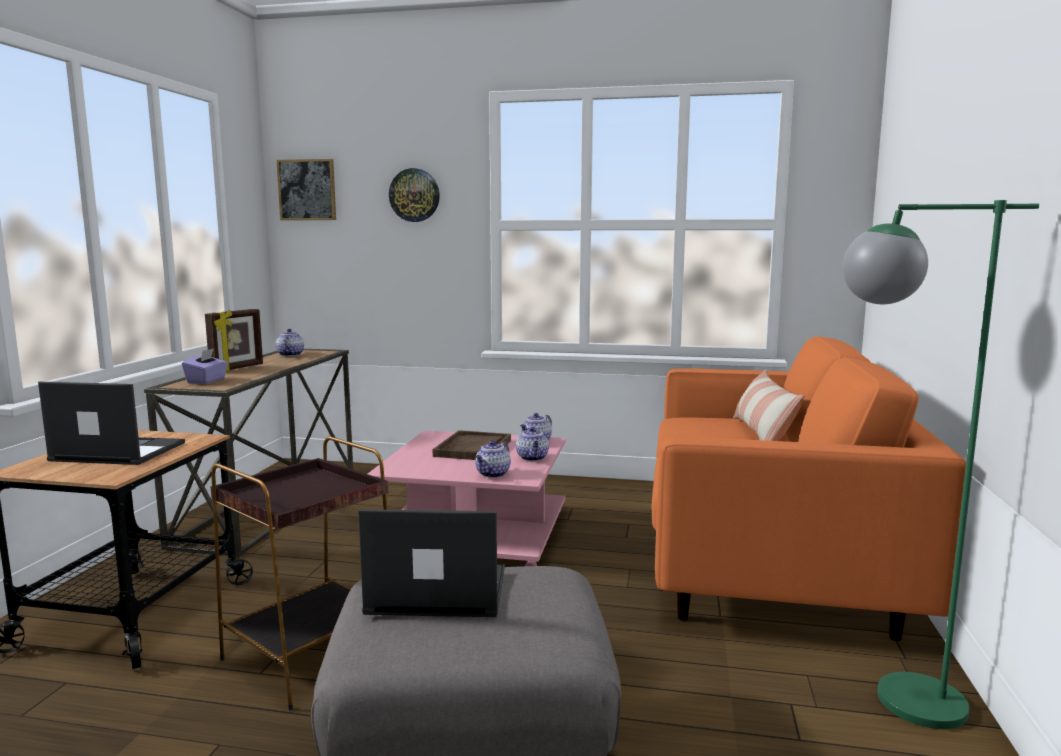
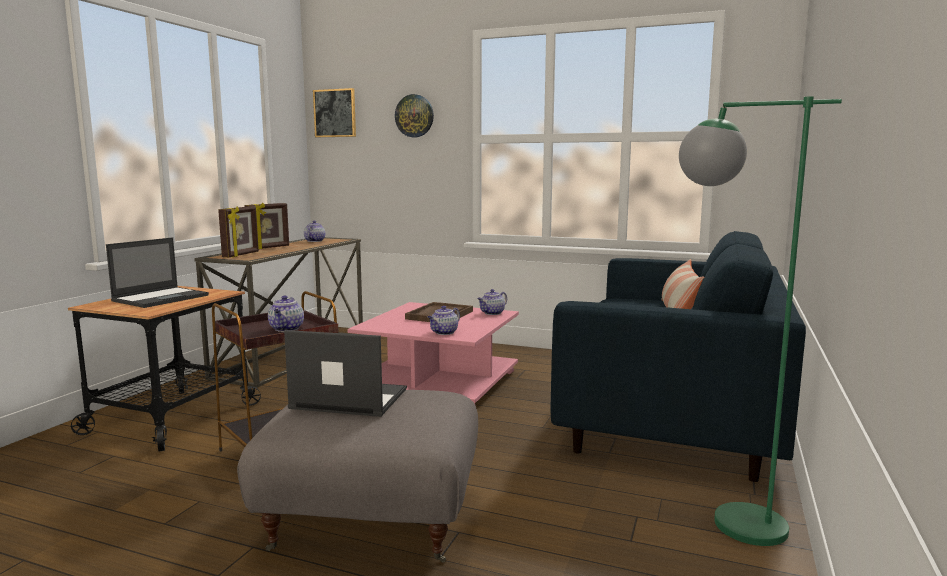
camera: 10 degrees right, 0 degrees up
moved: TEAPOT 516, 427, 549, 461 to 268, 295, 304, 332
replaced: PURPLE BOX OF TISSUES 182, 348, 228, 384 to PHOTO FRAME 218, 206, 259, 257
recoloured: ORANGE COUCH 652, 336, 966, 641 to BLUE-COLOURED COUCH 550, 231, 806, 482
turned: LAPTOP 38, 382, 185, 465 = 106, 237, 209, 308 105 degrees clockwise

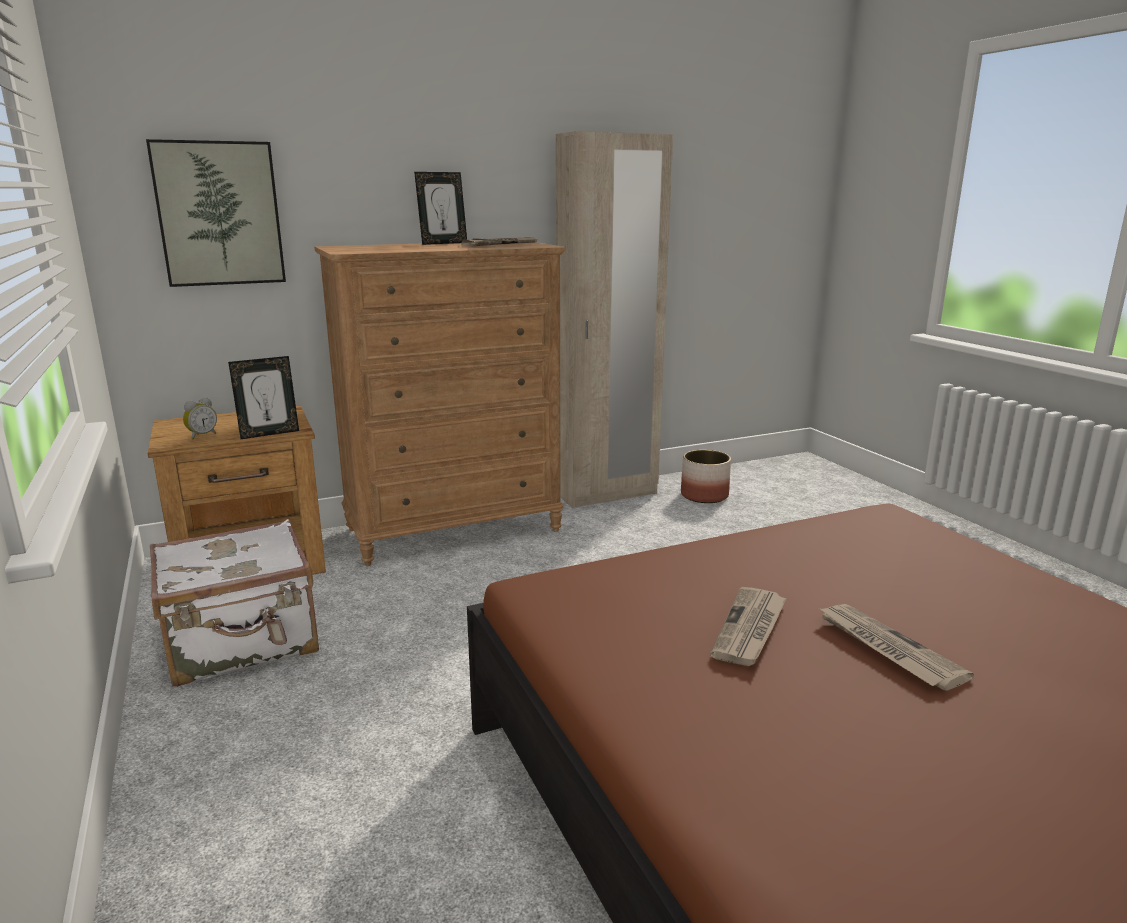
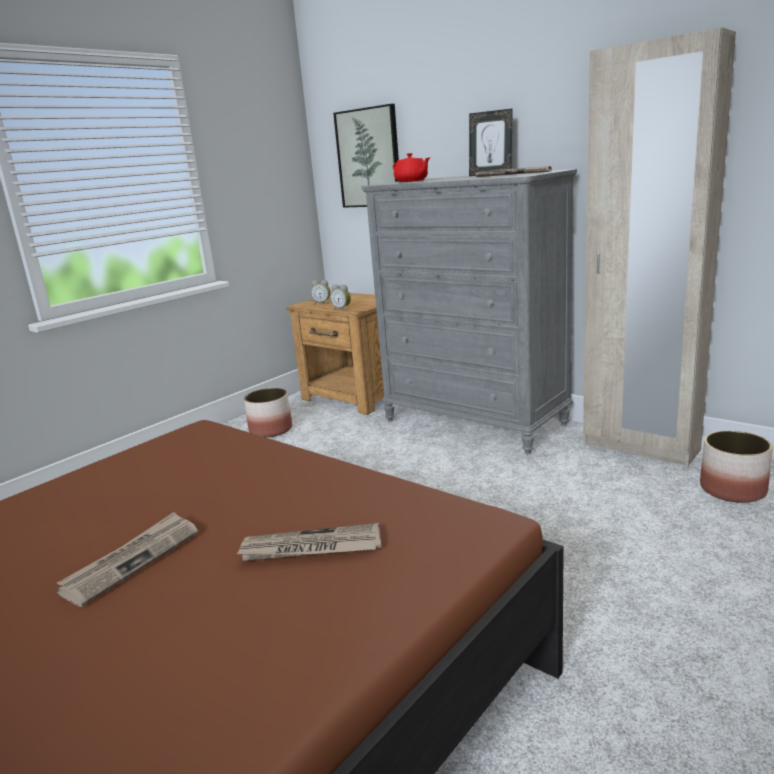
camera: 65 degrees right, 0 degrees up
added: REDDISH TEAPOT 393, 153, 431, 182
moved: PRINTED PAPER 710, 587, 787, 666 to 237, 523, 381, 561
replaced: PHOTO FRAME 228, 356, 299, 439 to TABLE CLOCK 330, 284, 351, 310; WHITE-COLOURED PIECE OF LUGGAGE 150, 519, 319, 687 to PLANT POT 244, 388, 292, 438
recoloured: BROWN-COLOURED CHEST OF DRAWERS 314, 242, 565, 566 to GRAY CHEST OF DRAWERS 361, 169, 577, 454

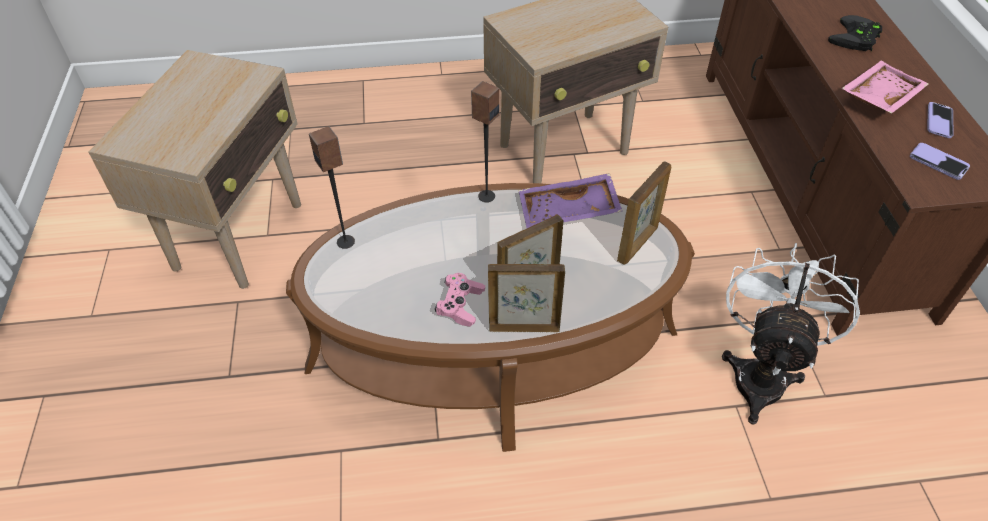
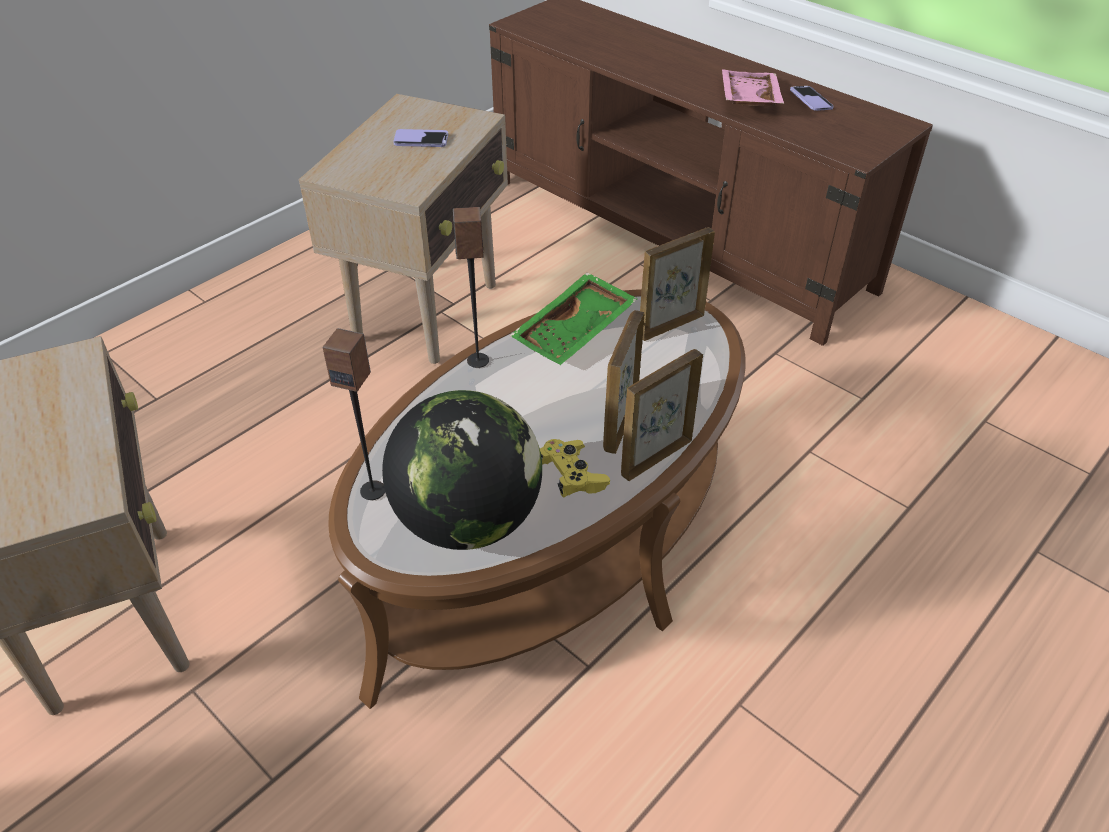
camera: 40 degrees left, 5 degrees down
removed: BLACK-COLOURED GAMEPAD 828, 15, 882, 51; WHITE-COLOURED FAN 722, 243, 860, 425
added: GLOBE 382, 390, 542, 550
moved: HANDSET 910, 143, 970, 180 to 393, 129, 448, 147
recoloured: PURPLE CARRYING TRAY 518, 173, 622, 228 to GREENISH CARRYING TRAY 510, 272, 638, 365; PINKISH GAMEPAD 435, 273, 485, 327 to YELLOWISH GAMEPAD 540, 439, 610, 498
turned: PHOTO FRAME 617, 161, 671, 265 = 640, 227, 715, 341 120 degrees counterclockwise

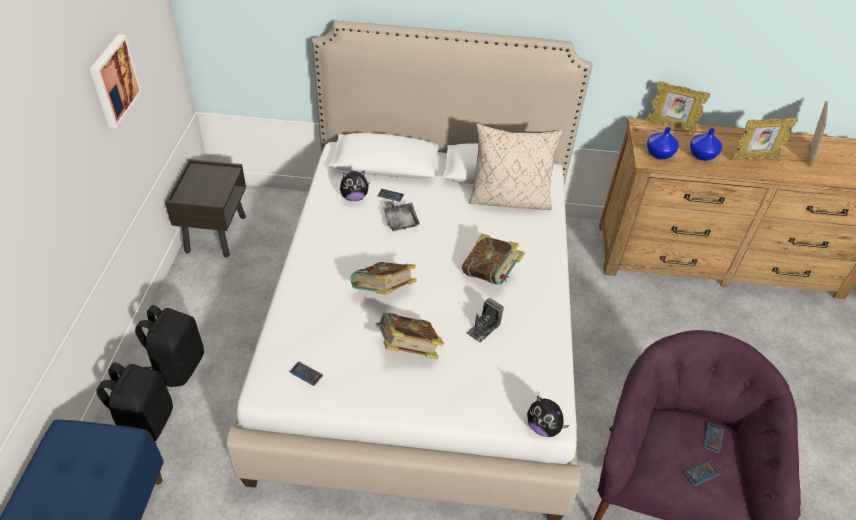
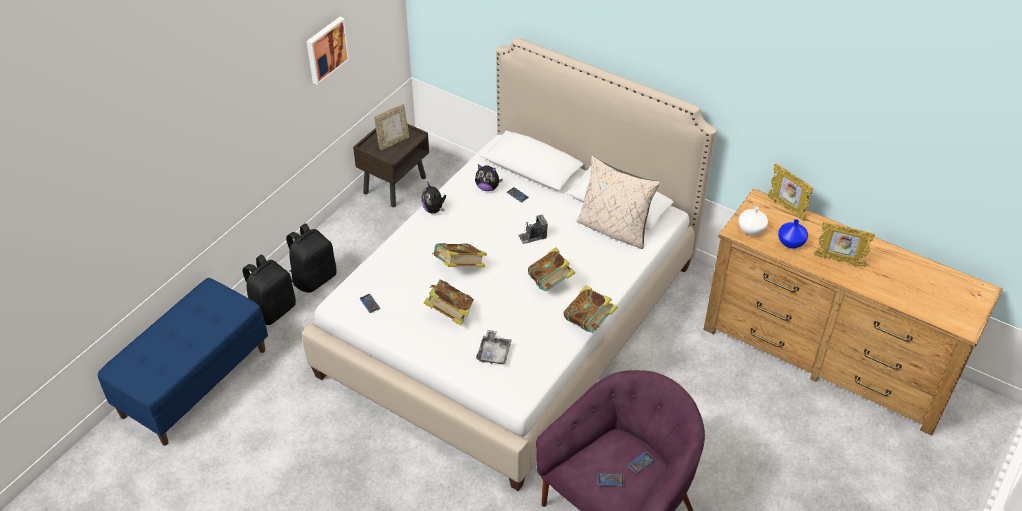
camera: 30 degrees right, 0 degrees up
added: BOOK 563, 285, 618, 333
moved: PHOTO FRAME 809, 101, 828, 167 to 374, 103, 409, 151; GRAY CARRYING TRAY 383, 200, 420, 231 to 476, 330, 511, 364; PHOTO CAMERA 466, 298, 504, 343 to 518, 215, 548, 244; SOFT TOY 527, 396, 570, 437 to 421, 181, 446, 214
recoloured: BLUE-COLOURED FLOWER VASE 647, 127, 679, 159 to WHITE-COLOURED FLOWER VASE 739, 206, 768, 235

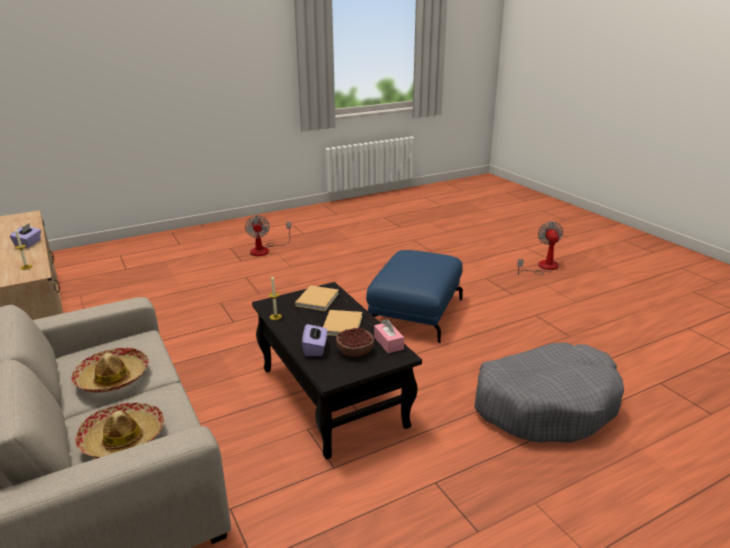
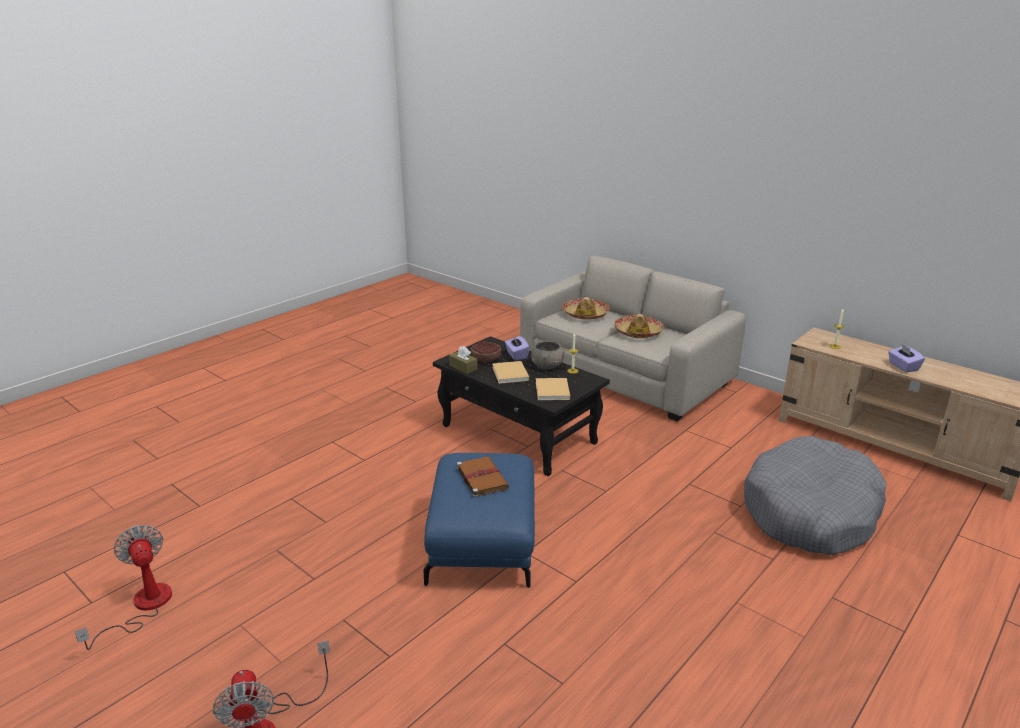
camera: 160 degrees right, 0 degrees up
added: GRAY SERVING BOWL 531, 341, 564, 369; BROWN-COLOURED BOOK 456, 456, 509, 497
moved: FAN 245, 215, 291, 256 to 74, 525, 172, 650; GRAY DOG CUSHION 474, 342, 624, 443 to 744, 436, 887, 555
recoloured: PINKISH BOX OF TISSUES 374, 319, 404, 353 to BROWN-COLOURED BOX OF TISSUES 449, 346, 478, 374

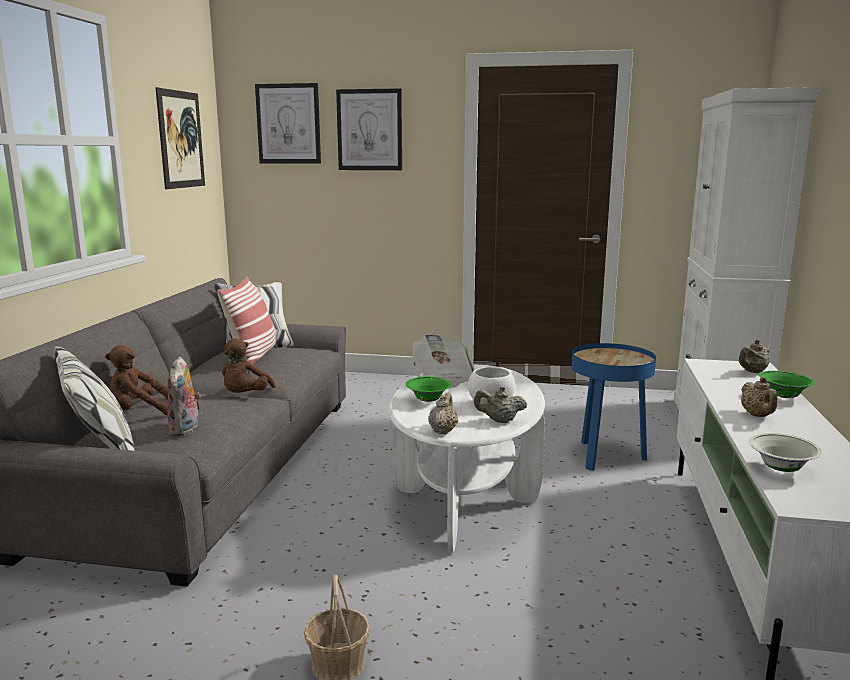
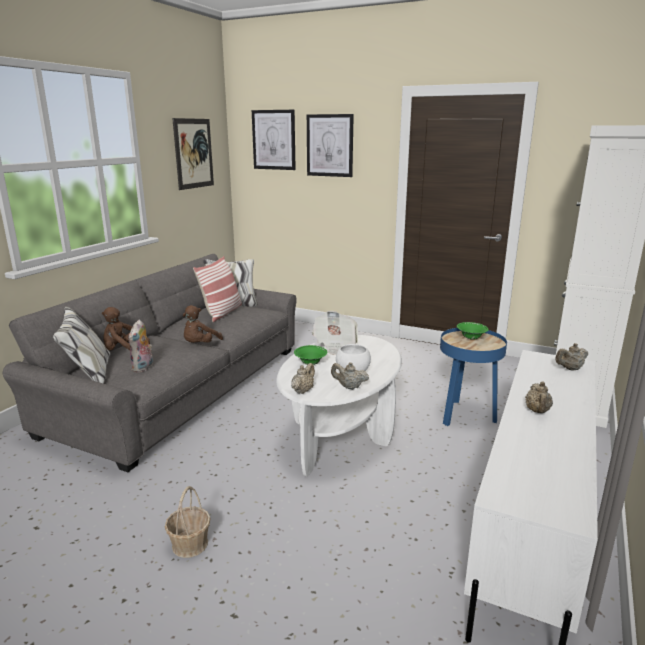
camera: 15 degrees right, 5 degrees up
removed: WHITE-COLOURED SERVING BOWL 749, 433, 822, 472
moved: GREENISH SERVING BOWL 759, 371, 815, 398 to 457, 322, 489, 339

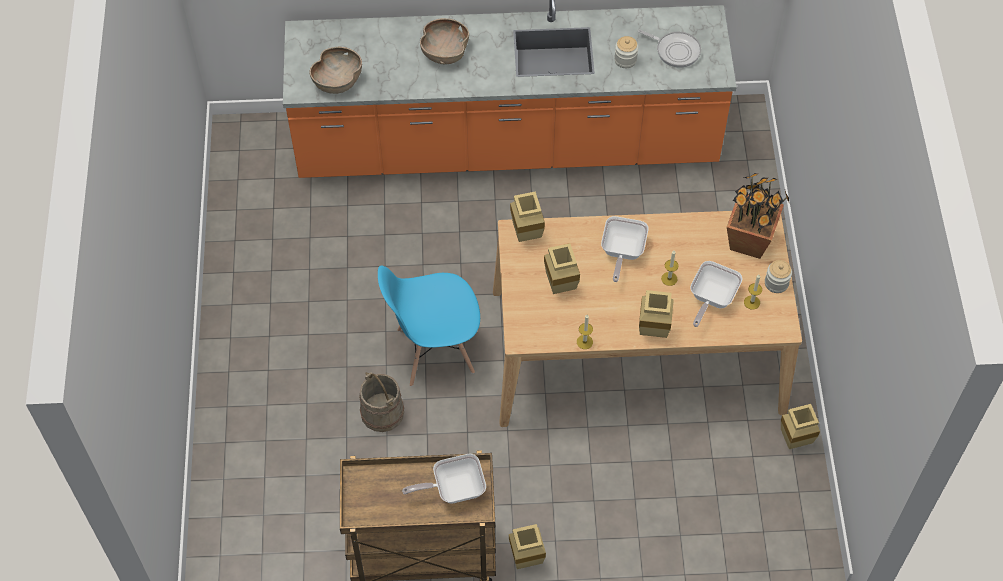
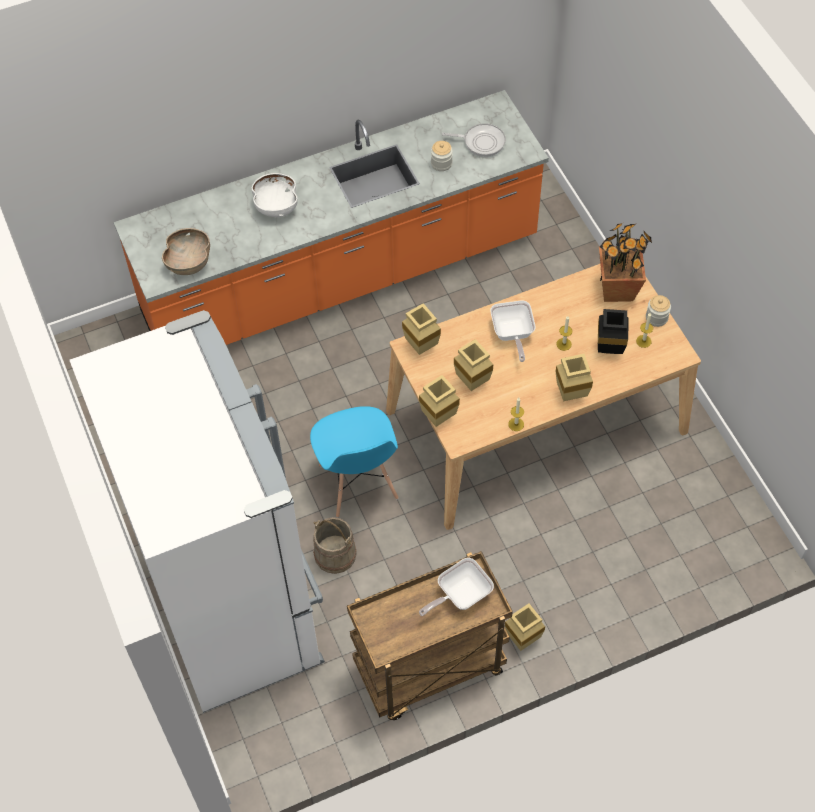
camera: 20 degrees left, 0 degrees up
added: WHITE-COLOURED KITCHEN FRIDGE 70, 310, 325, 713
moved: BEIGE FLOWER VASE 781, 404, 820, 449 to 419, 375, 460, 427
replaced: FRYING PAN 690, 261, 743, 327 to BLACK-COLOURED FLOWER VASE 598, 309, 629, 354
recoloured: BROWN-COLOURED SERVING BOWL 420, 18, 469, 65 to WHITE-COLOURED SERVING BOWL 252, 173, 298, 217
turned: BLUE-COLOURED PLAIN CHAIR 378, 265, 480, 386 = 310, 406, 399, 518 75 degrees counterclockwise

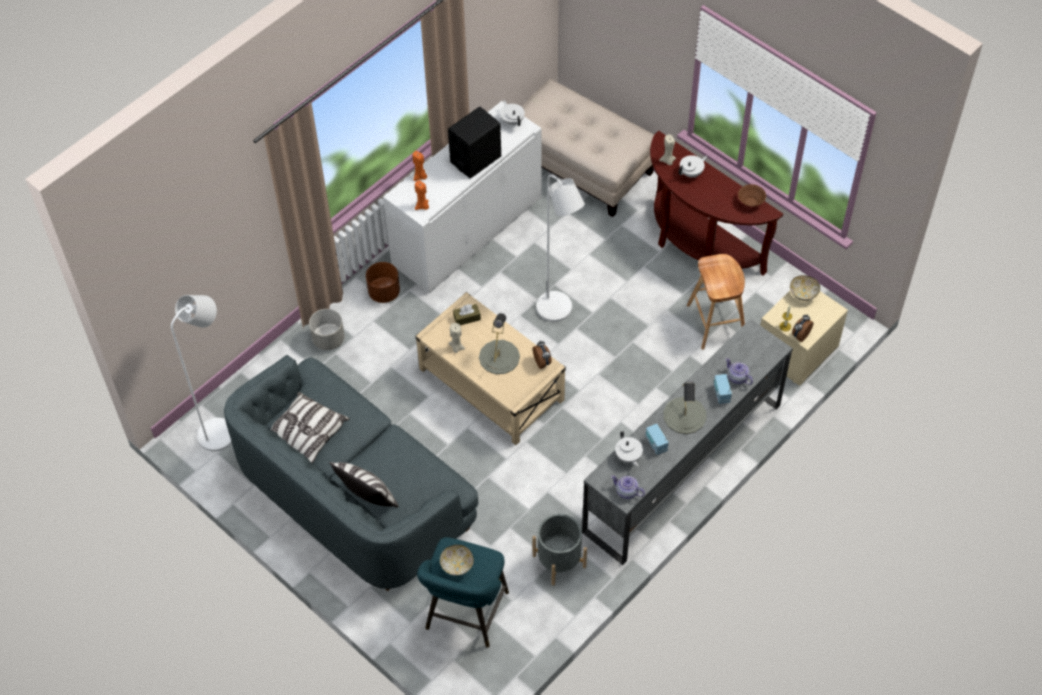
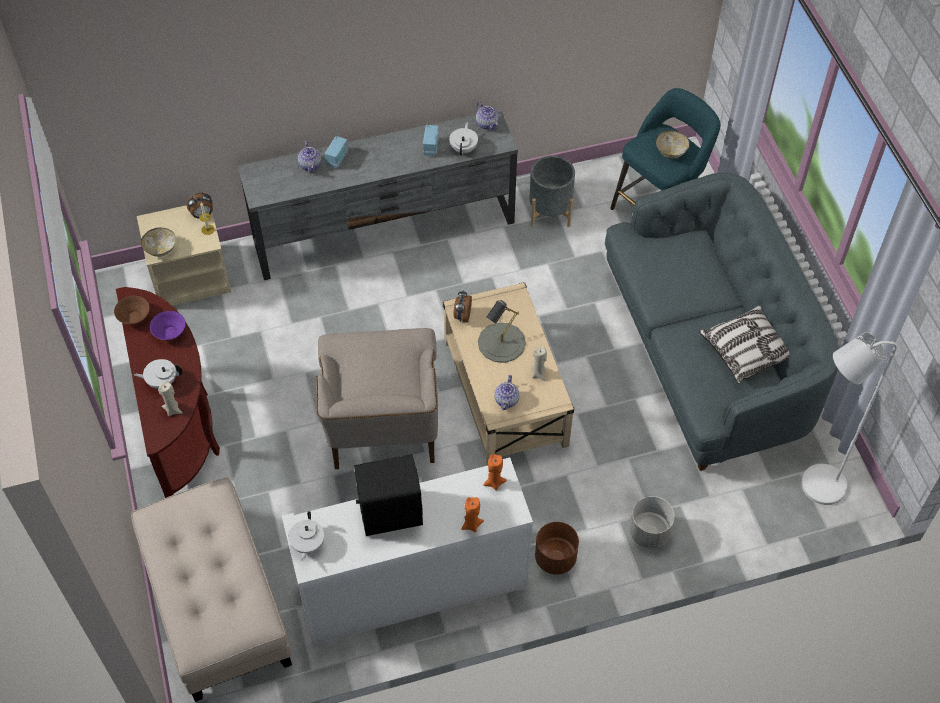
camera: 150 degrees left, 0 degrees up
removed: BROWN-COLOURED SITTING STOOL 687, 254, 745, 350; GRAY TABLETOP LAMP 663, 381, 707, 434; THROW PILLOW 329, 462, 399, 508
added: PURPLE SERVING BOWL 150, 311, 186, 340
replaced: WHITE-COLOURED STANDARD LAMP 536, 175, 585, 322 to BEIGE ARMCHAIR 316, 328, 438, 469; BROWN-COLOURED BOX OF TISSUES 453, 304, 481, 325 to TEAPOT 494, 375, 520, 410

